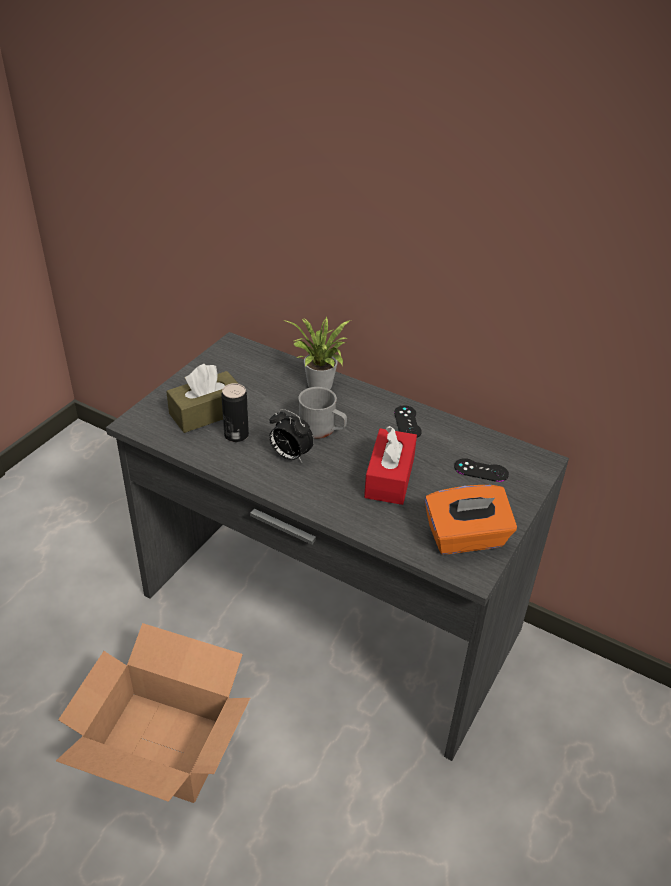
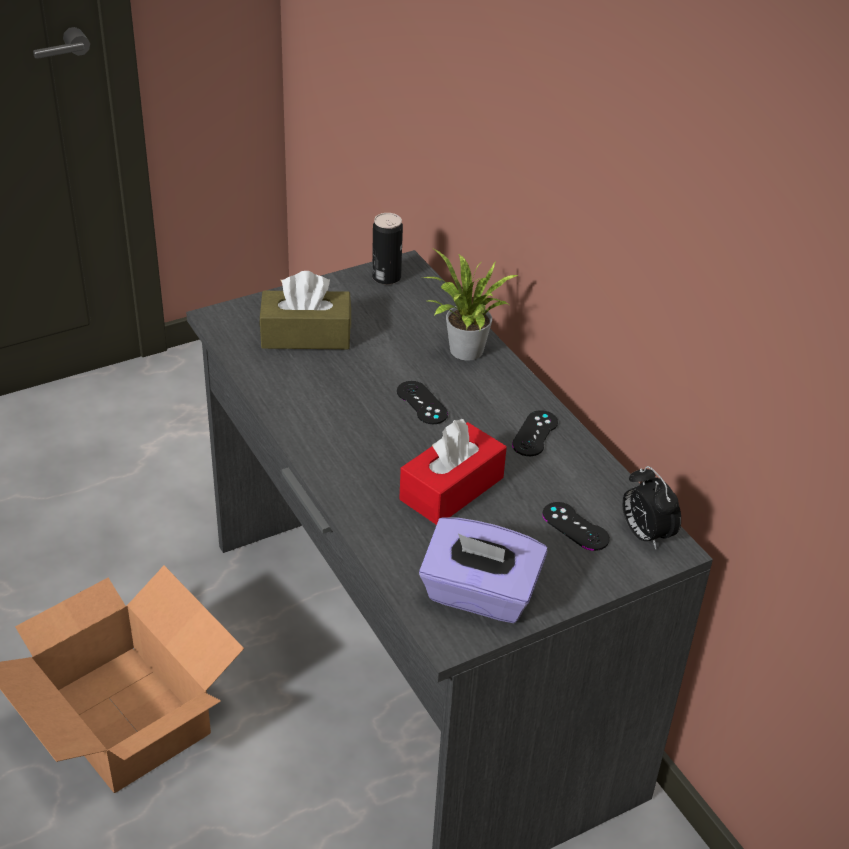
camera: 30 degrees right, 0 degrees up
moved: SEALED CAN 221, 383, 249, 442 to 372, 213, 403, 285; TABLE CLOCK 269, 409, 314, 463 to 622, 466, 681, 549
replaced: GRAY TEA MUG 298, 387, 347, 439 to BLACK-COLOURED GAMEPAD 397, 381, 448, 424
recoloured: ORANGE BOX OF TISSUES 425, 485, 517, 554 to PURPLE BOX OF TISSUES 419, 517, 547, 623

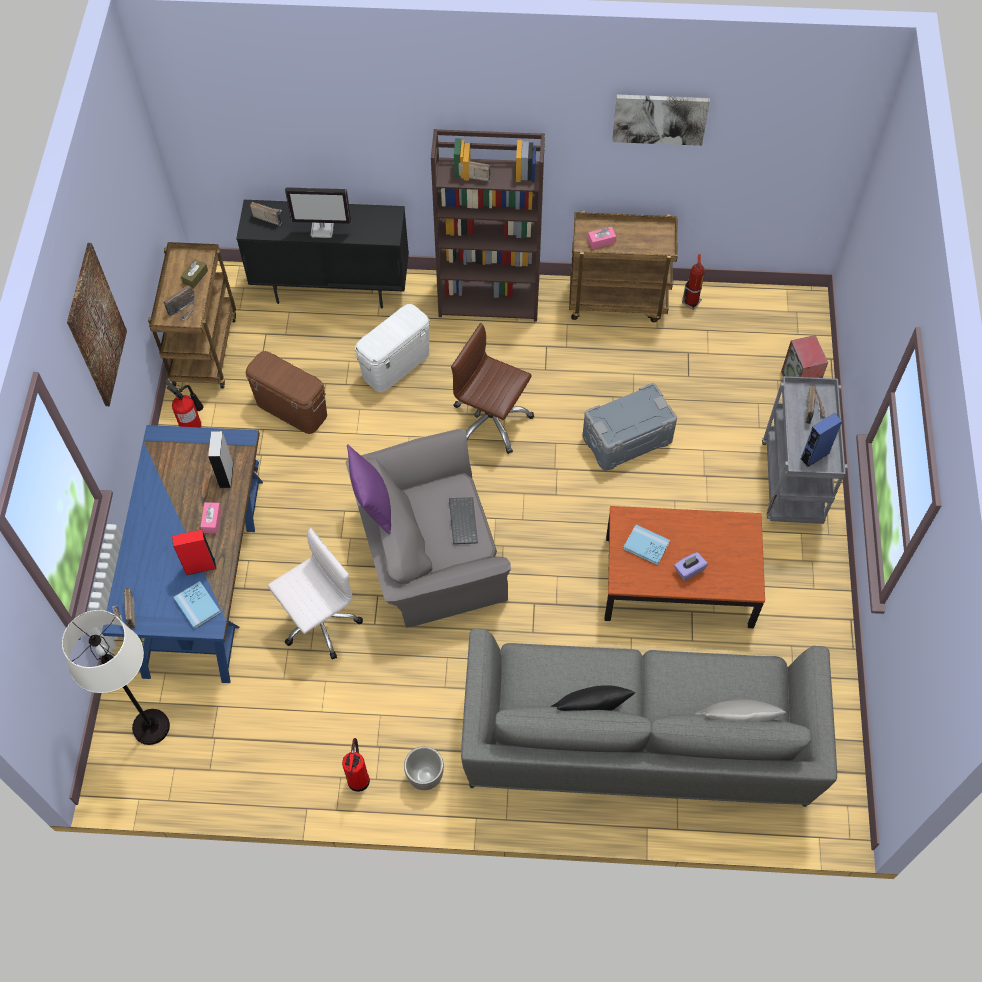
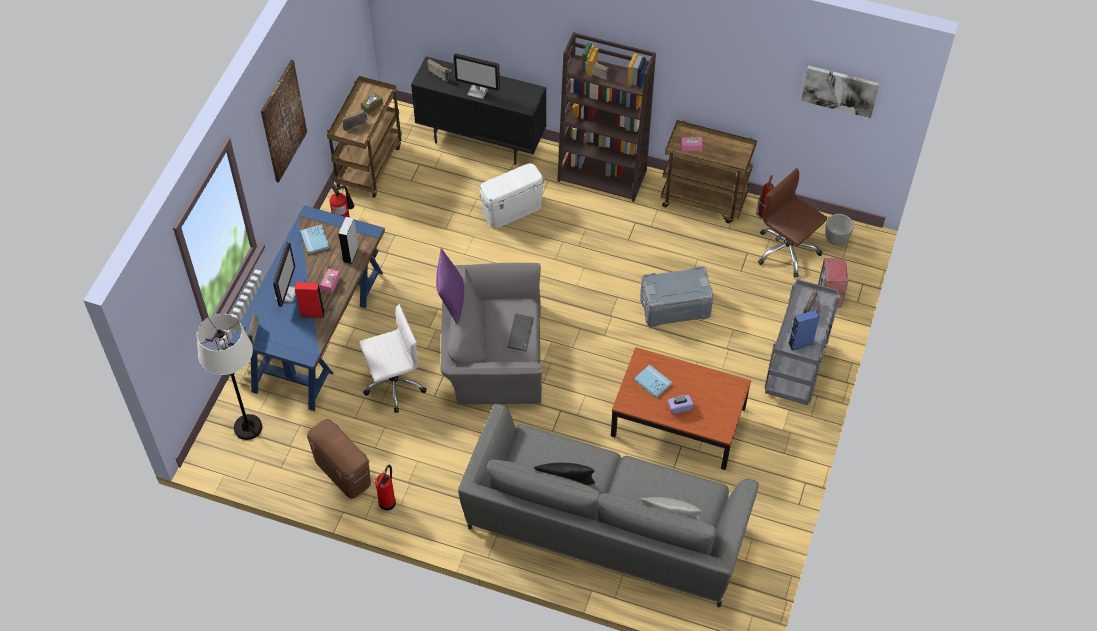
camera: 15 degrees right, 5 degrees down
added: COMPUTER SCREEN 273, 242, 296, 307
moved: WALL ART 612, 94, 710, 146 to 801, 65, 880, 118; BROWN-COLOURED COMPUTER CHAIR 451, 323, 534, 454 to 758, 168, 827, 278; BROWN-COLOURED STORAGE BOX 245, 351, 327, 434 to 307, 419, 371, 498; BLUE-COLOURED BOOK 174, 581, 221, 629 to 300, 224, 330, 255; PLANT POT 404, 746, 444, 790 to 825, 214, 854, 246

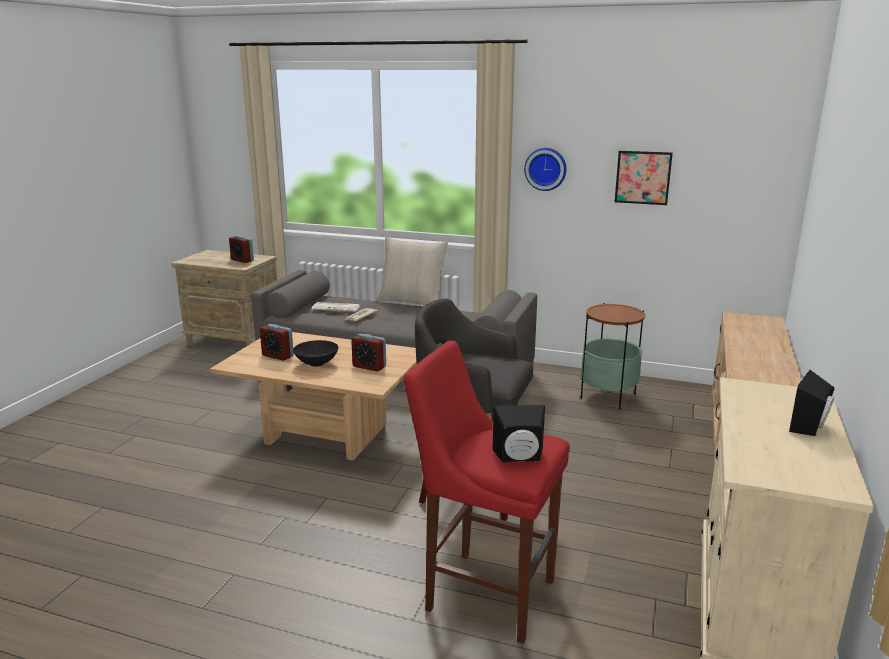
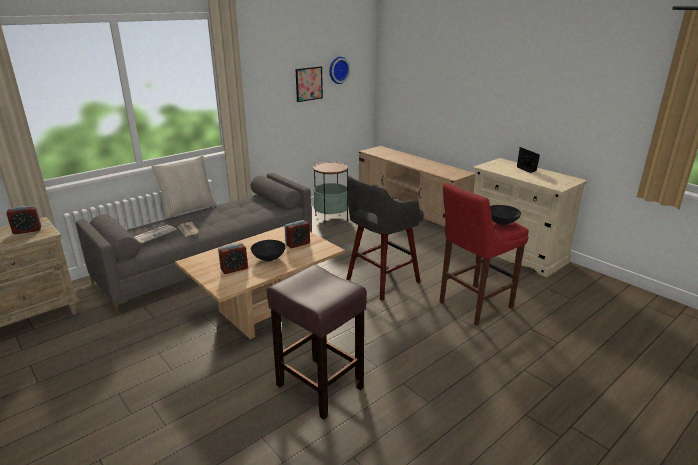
camera: 60 degrees left, 5 degrees up
added: BROWN-COLOURED SITTING STOOL 267, 265, 367, 420
moved: HANGING CLOCK 524, 148, 566, 191 to 329, 57, 350, 84
replaced: BLACK-COLOURED LOUDSPEAKER 493, 405, 545, 462 to BLACK-COLOURED SERVING BOWL 490, 205, 521, 225

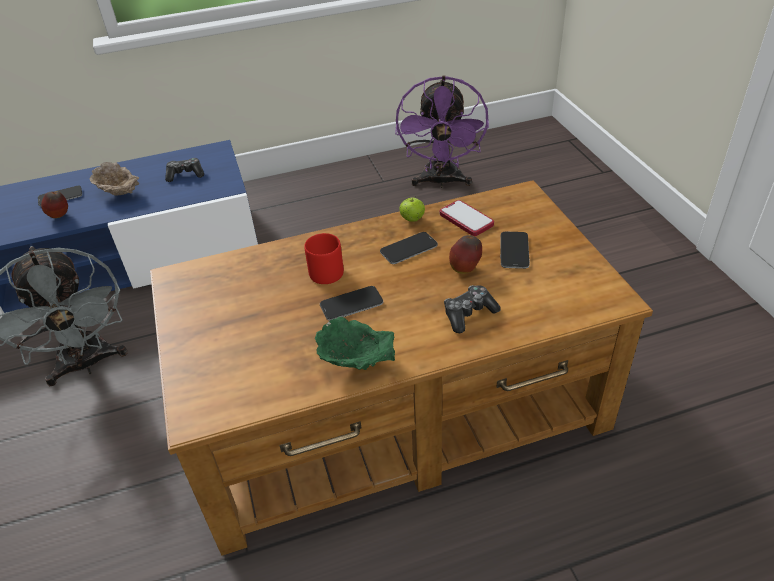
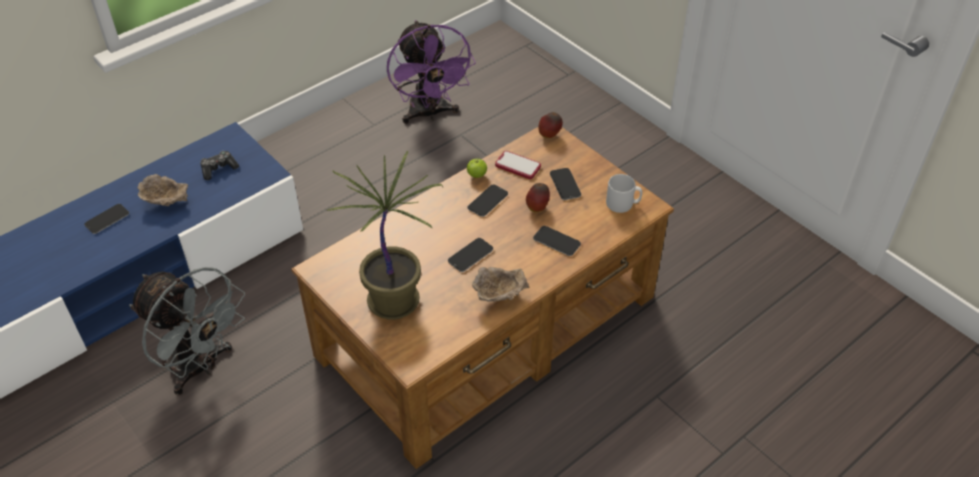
camera: 25 degrees left, 5 degrees up
removed: REDDISH TEA MUG 304, 233, 344, 284
added: HOUSEPLANT 327, 150, 443, 320; GRAY TEA MUG 606, 174, 642, 213
moved: WHOLE APPLE 41, 191, 68, 218 to 538, 112, 563, 138
replaced: GAMEPAD 444, 285, 501, 333 to HANDSET 533, 226, 581, 256
recoloured: GREENISH SERVING BOWL 315, 317, 395, 370 to BEIGE SERVING BOWL 472, 267, 529, 302

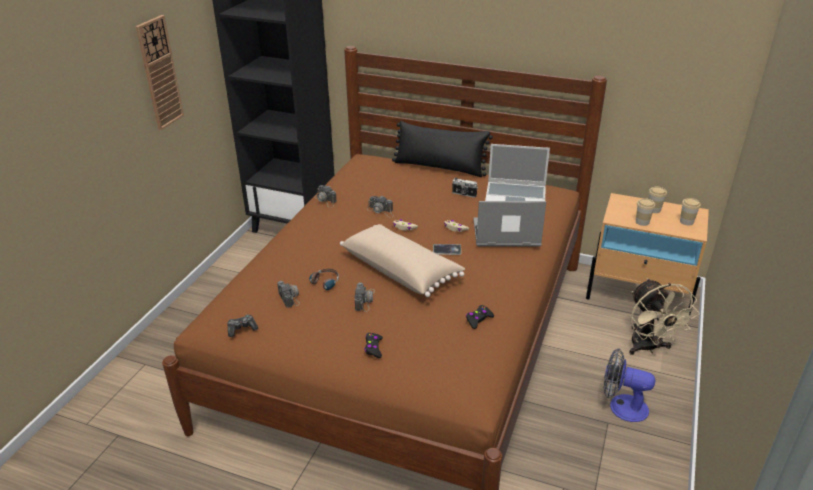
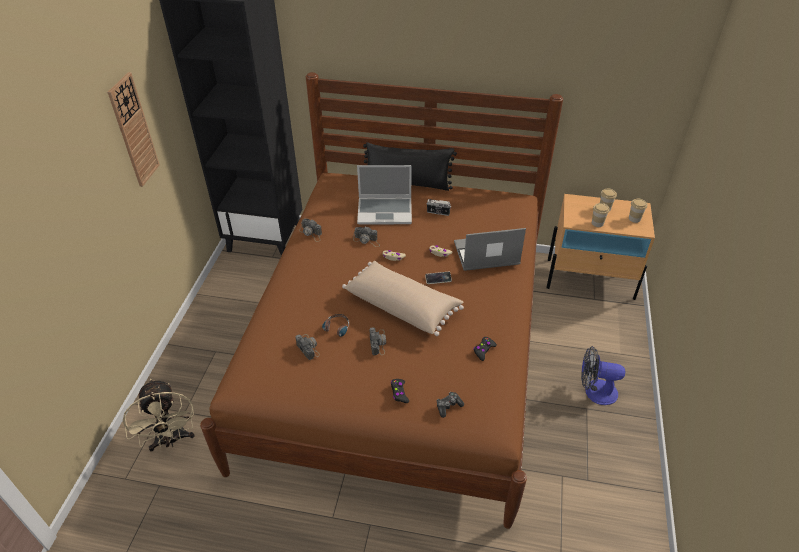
camera: 10 degrees left, 10 degrees up
moved: LAPTOP 485, 144, 550, 201 to 357, 165, 412, 225; BEIGE FAN 629, 278, 700, 355 to 123, 379, 194, 451; GAMEPAD 227, 315, 258, 337 to 437, 392, 464, 418

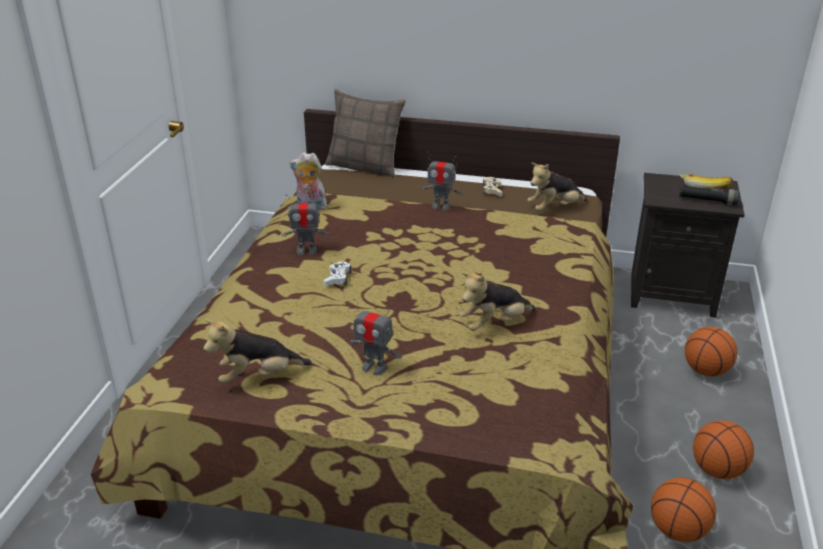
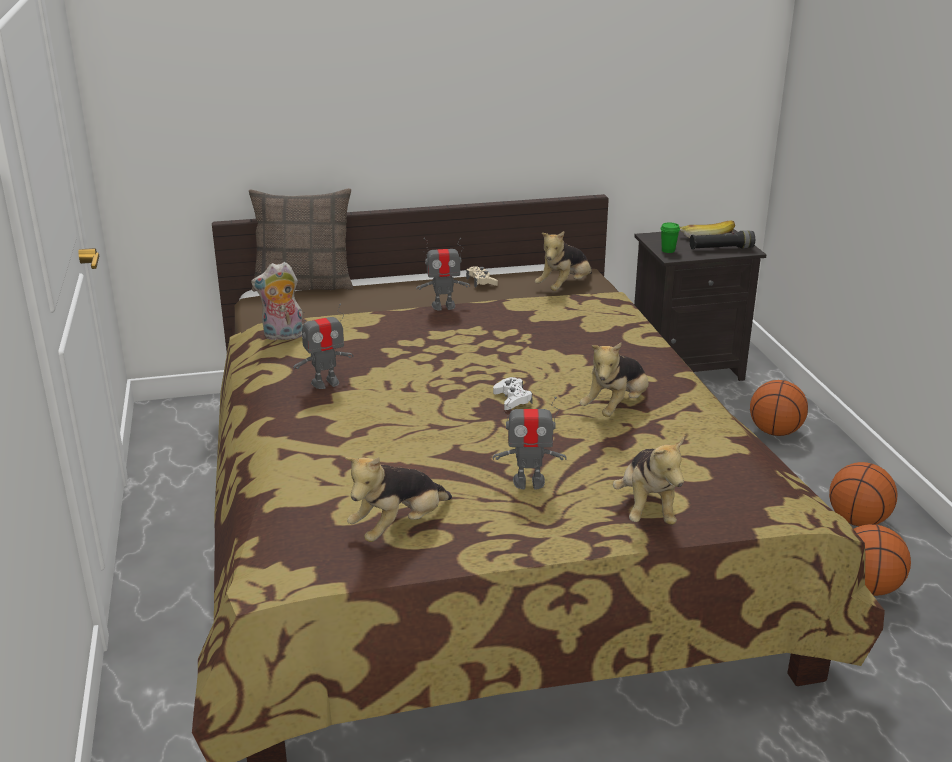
camera: 25 degrees left, 5 degrees down
added: GREENISH CUP 661, 222, 680, 253; SOFT TOY 613, 438, 684, 525
moved: WHITE-COLOURED GAMEPAD 324, 261, 351, 286 to 493, 377, 533, 410

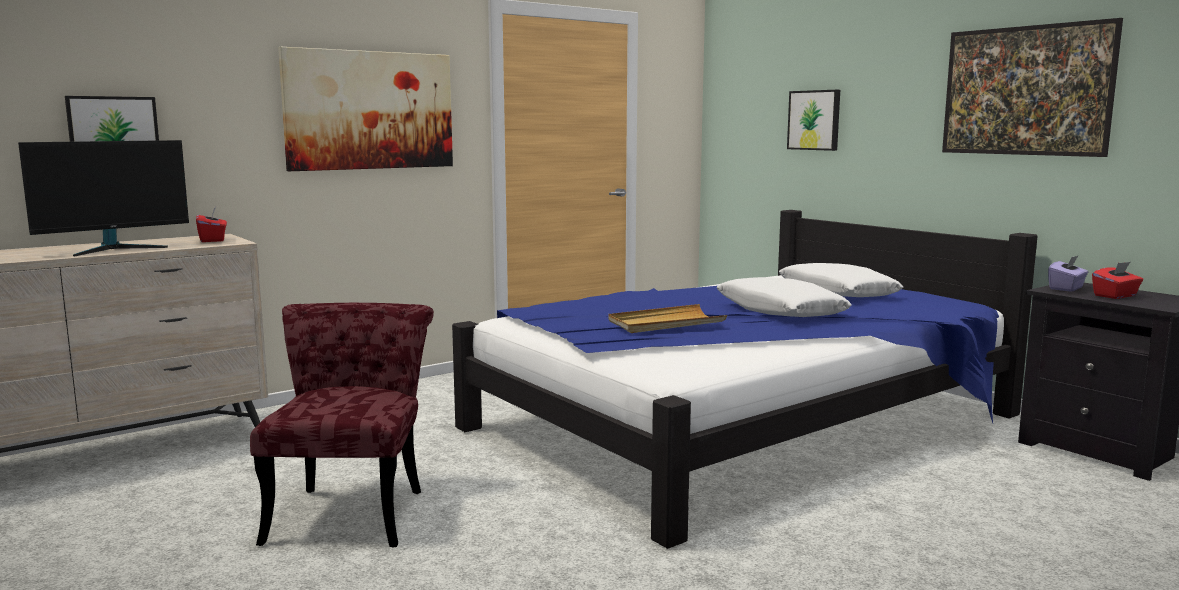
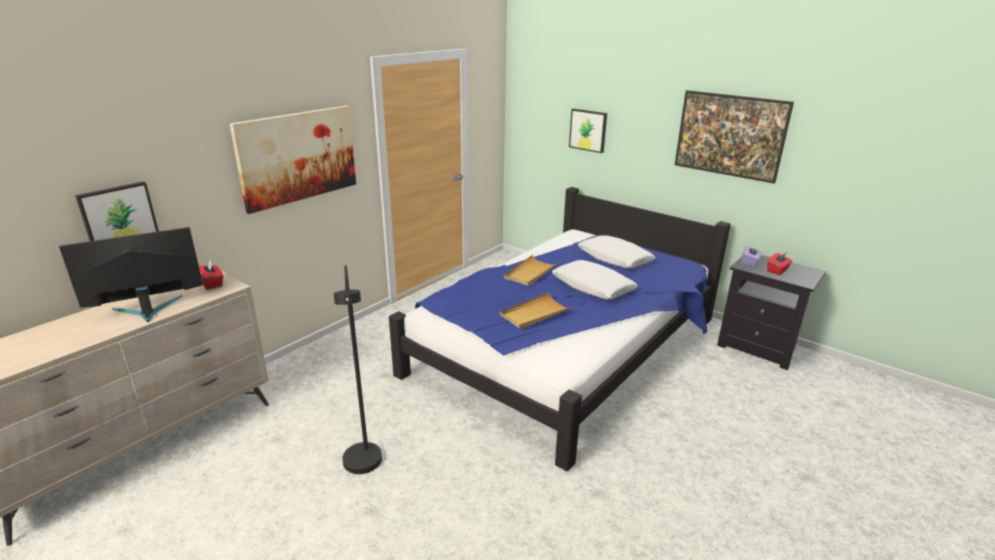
camera: 15 degrees left, 15 degrees up
added: BEIGE CARRYING TRAY 504, 255, 559, 286
replaced: REDDISH PLAIN CHAIR 250, 303, 434, 547 to BLACK-COLOURED STANDARD LAMP 334, 265, 382, 474
turned: COMPUTER SCREEN 18, 140, 189, 256 = 59, 227, 203, 322 150 degrees counterclockwise

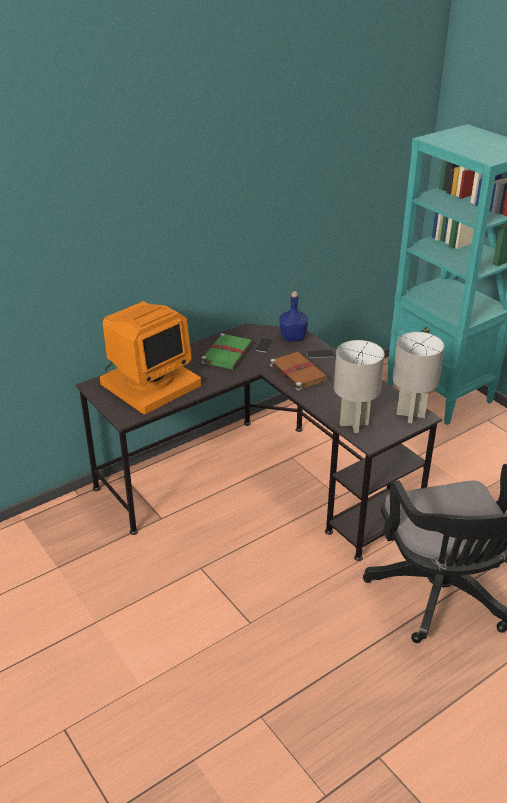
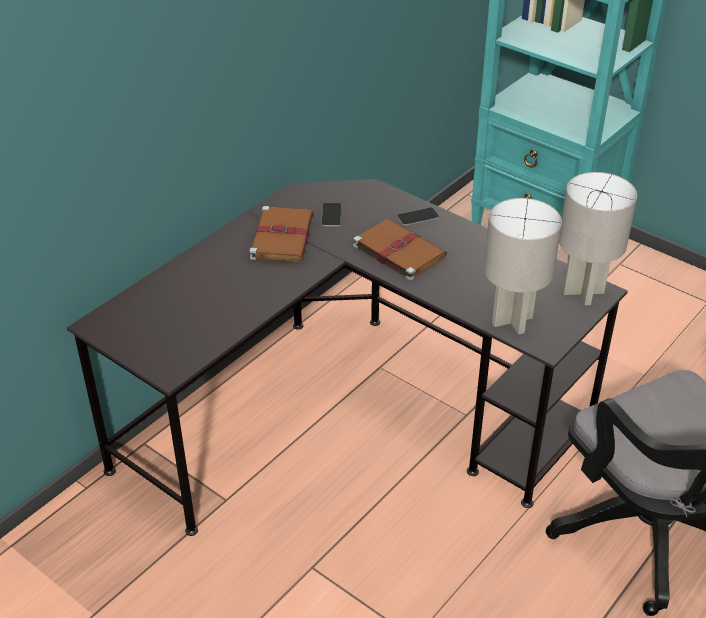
camera: 15 degrees left, 5 degrees up
removed: BLUE-COLOURED DRINK BOTTLE 280, 291, 308, 342; COMPUTER SCREEN 100, 301, 201, 414
recoloured: GREENISH BOOK 201, 333, 252, 369 to BROWN-COLOURED BOOK 249, 206, 313, 262

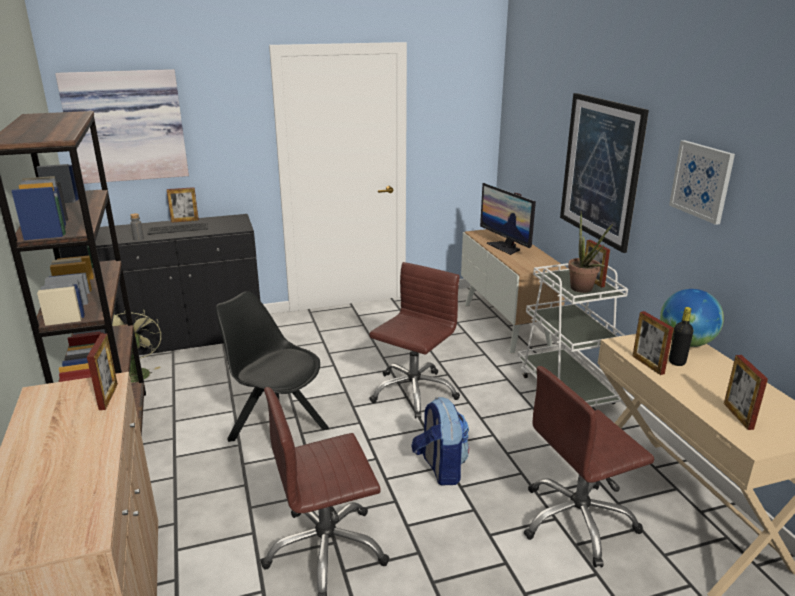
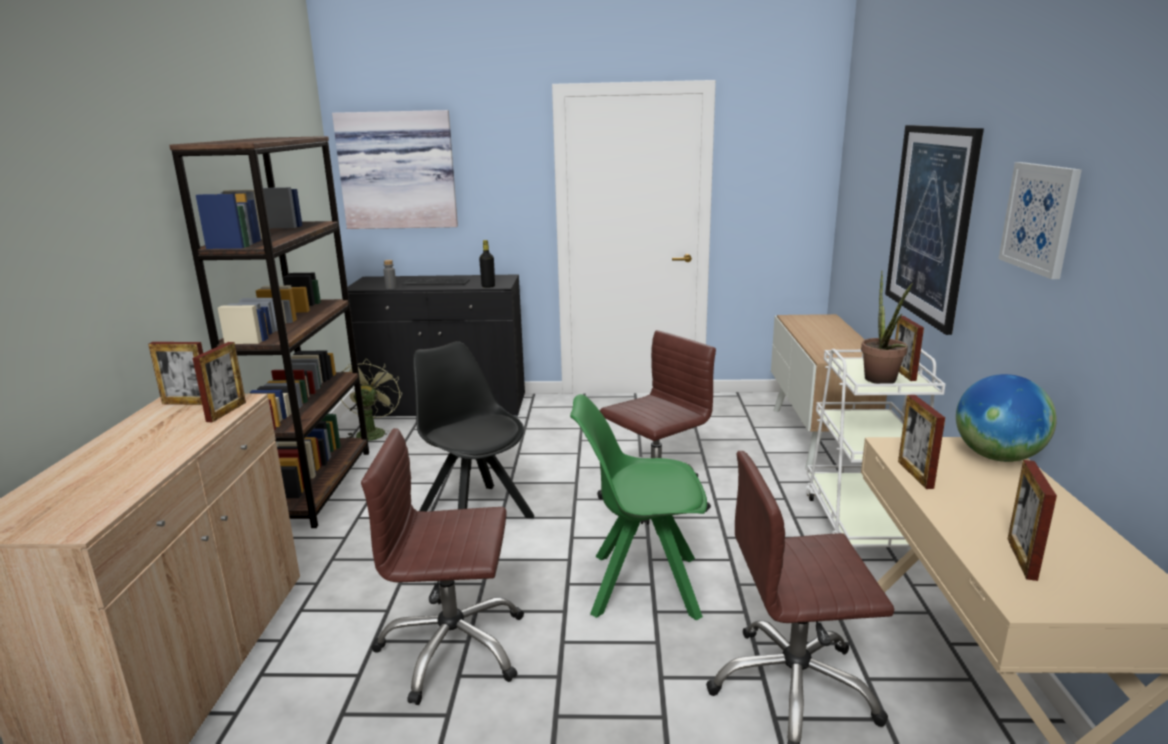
camera: 20 degrees right, 5 degrees down
removed: COMPUTER SCREEN 480, 183, 536, 255
moved: PHOTO FRAME 167, 187, 199, 223 to 148, 342, 203, 405; BLACK-COLOURED DRINK BOTTLE 669, 307, 693, 366 to 479, 240, 495, 288
replaced: KNAPSACK 411, 397, 469, 485 to GREENISH PLAIN CHAIR 570, 394, 707, 621

